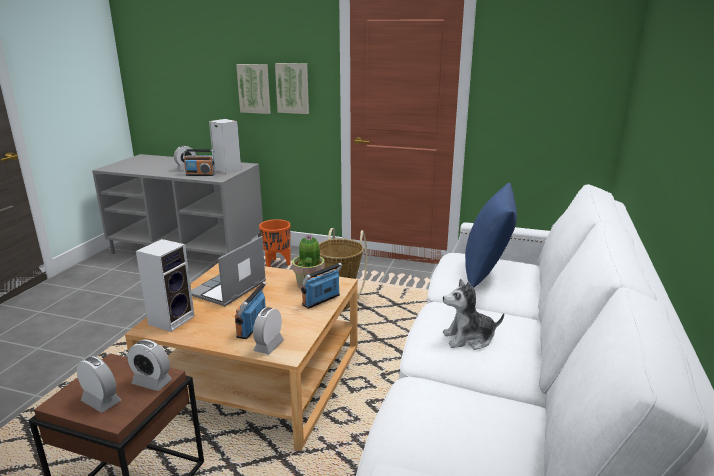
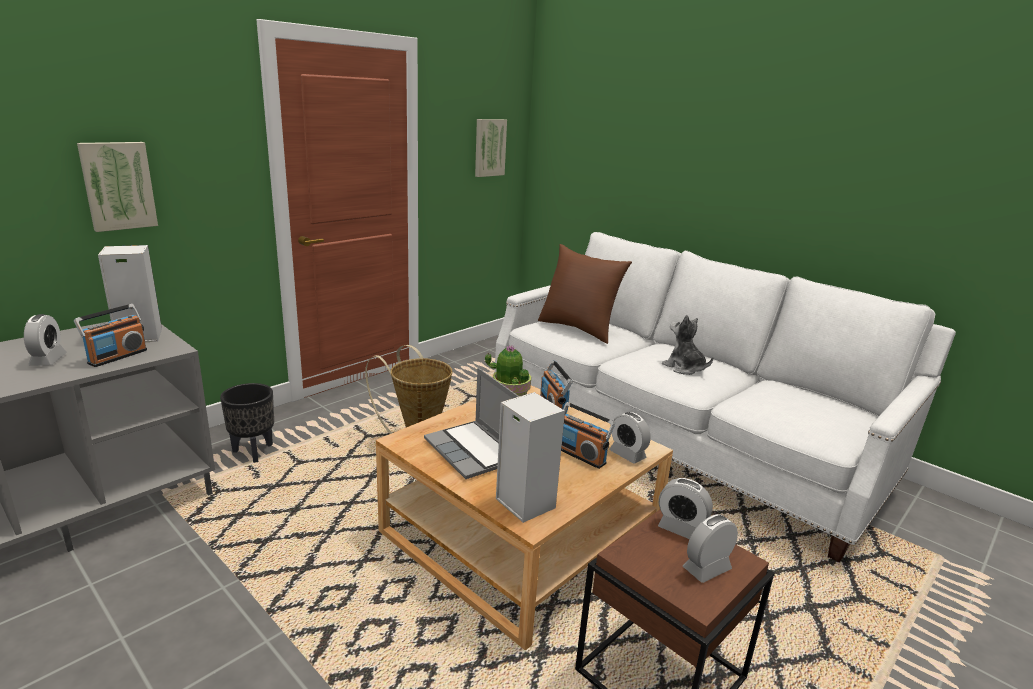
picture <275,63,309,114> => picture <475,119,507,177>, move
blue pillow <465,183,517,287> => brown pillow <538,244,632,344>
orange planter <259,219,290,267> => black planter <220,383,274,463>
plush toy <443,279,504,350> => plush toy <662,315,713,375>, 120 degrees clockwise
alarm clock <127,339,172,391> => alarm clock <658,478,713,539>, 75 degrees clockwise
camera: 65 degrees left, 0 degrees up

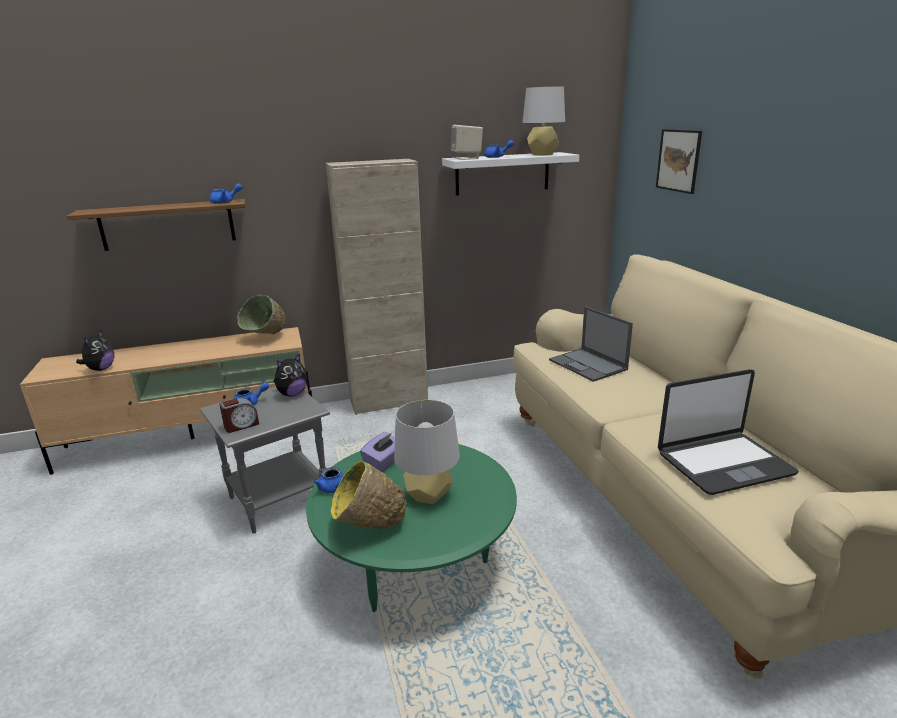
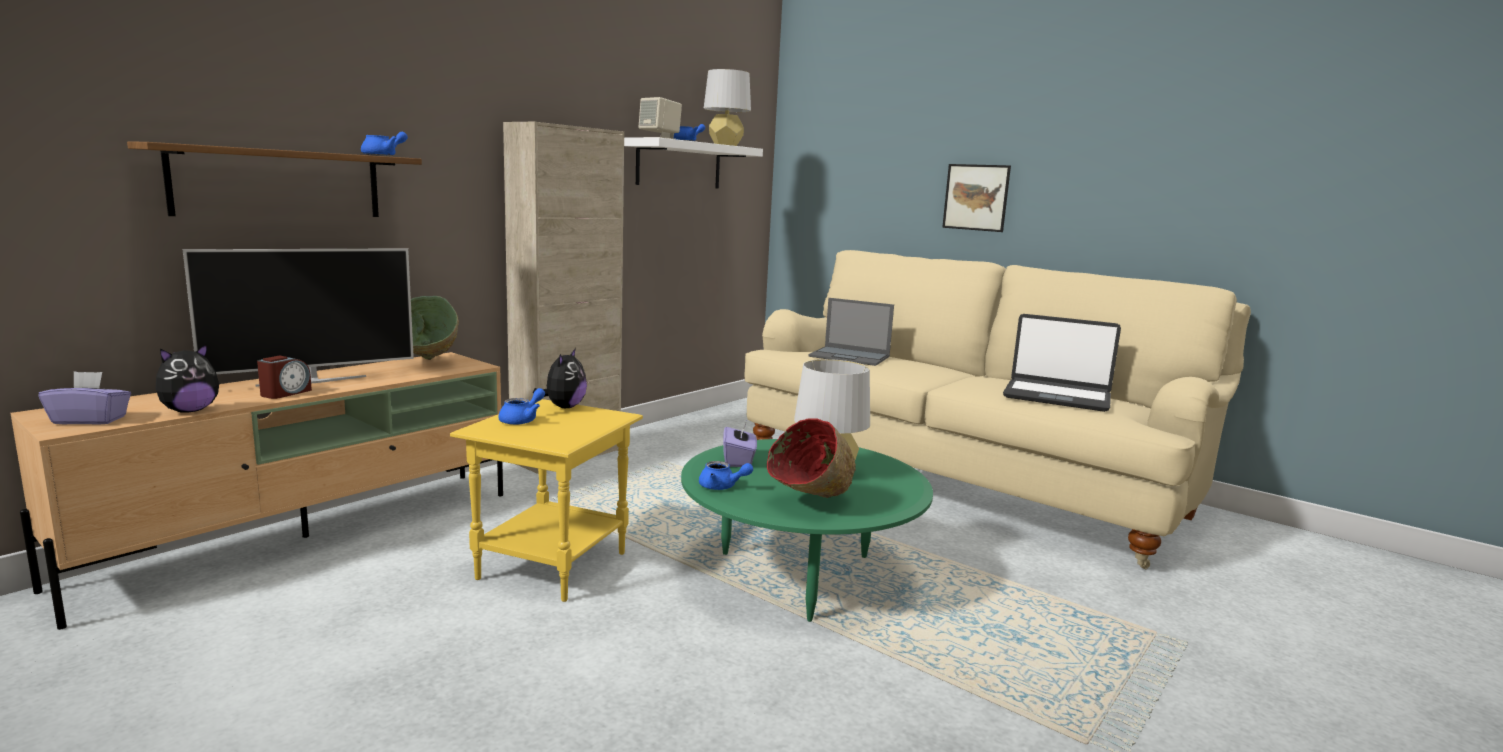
picture <656,129,702,194> => picture <942,164,1011,232>, move
plush toy <76,330,114,371> => plush toy <155,343,219,413>, 60 degrees clockwise
laptop <658,369,799,495> => laptop <1003,314,1121,412>, 75 degrees clockwise
grey side table <200,386,330,534> => yellow side table <450,399,643,602>
alarm clock <219,398,259,433> => alarm clock <257,355,312,399>, move
yellow bowl <331,461,407,529> => red bowl <767,418,856,498>
nothing => television <183,248,414,387>
nothing => purple tissue box <38,371,131,425>
camera: 35 degrees left, 10 degrees down

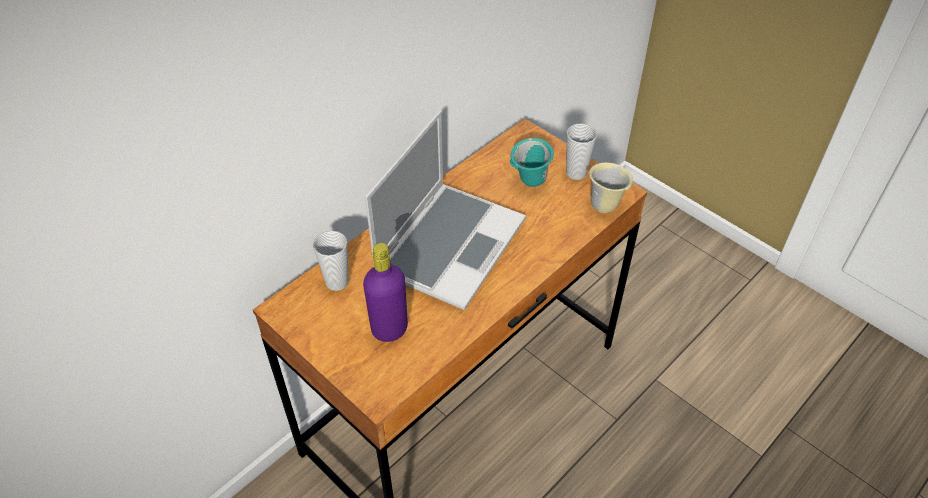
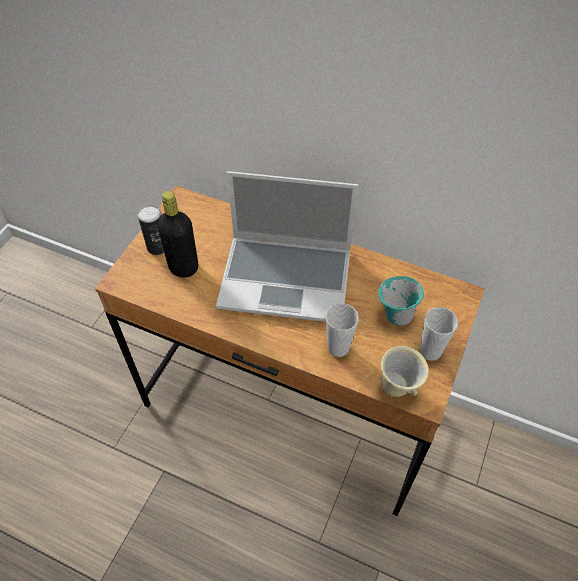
cup <313,231,349,291> => cup <326,303,359,357>, move
purple bottle <363,243,408,342> => black bottle <157,191,198,278>
nothing => can <138,205,164,255>
camera: 70 degrees right, 5 degrees up

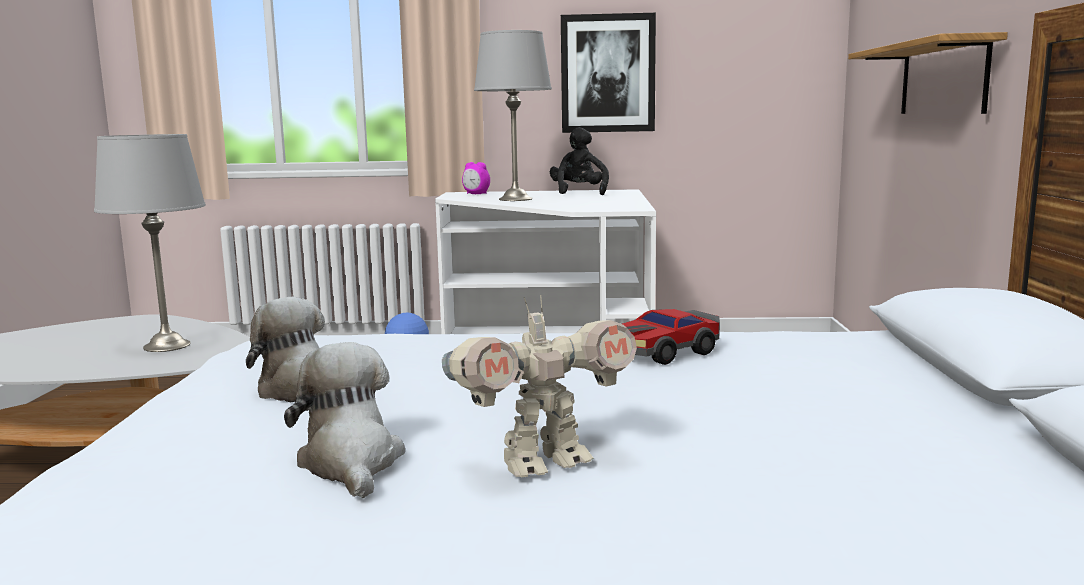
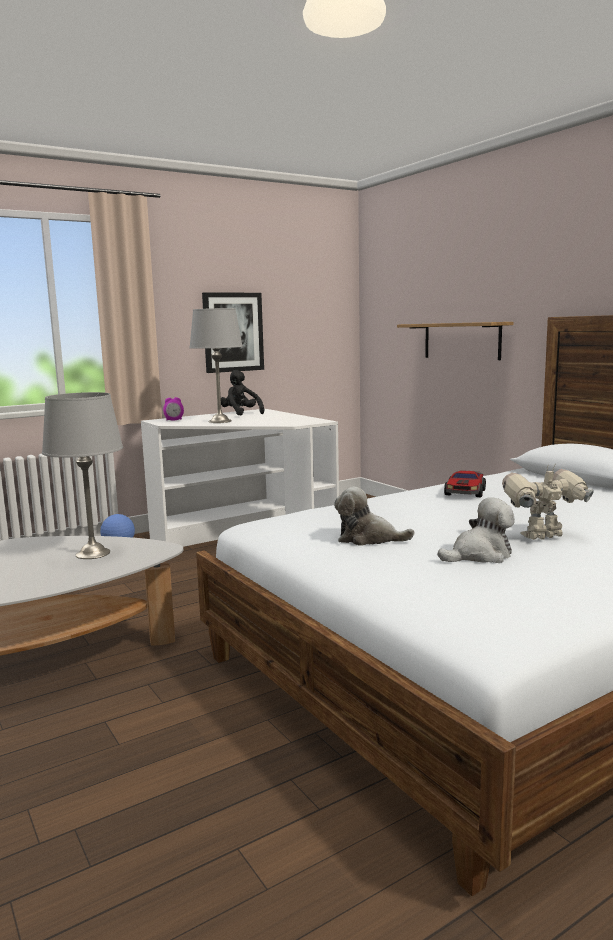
toy robot <442,295,637,478> => toy robot <502,464,594,540>, 135 degrees counterclockwise
plush toy <284,342,405,498> => plush toy <438,498,515,563>, 120 degrees clockwise
camera: 35 degrees left, 0 degrees up

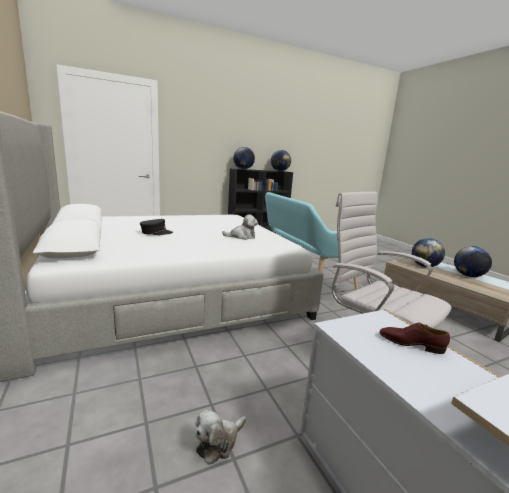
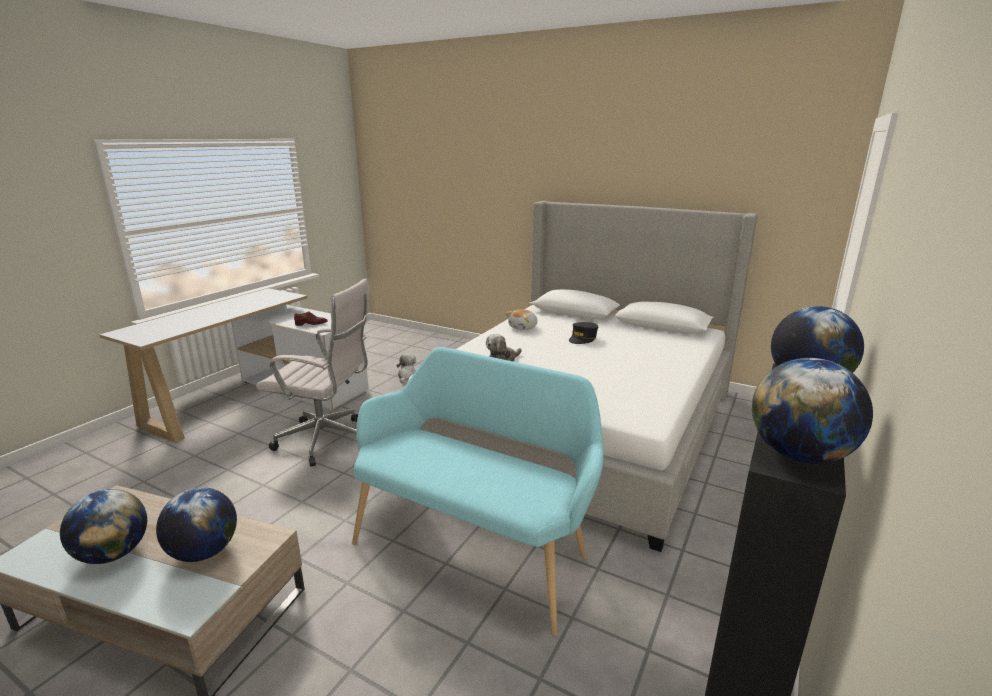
nothing => plush toy <505,309,538,330>
camera: 145 degrees right, 5 degrees up

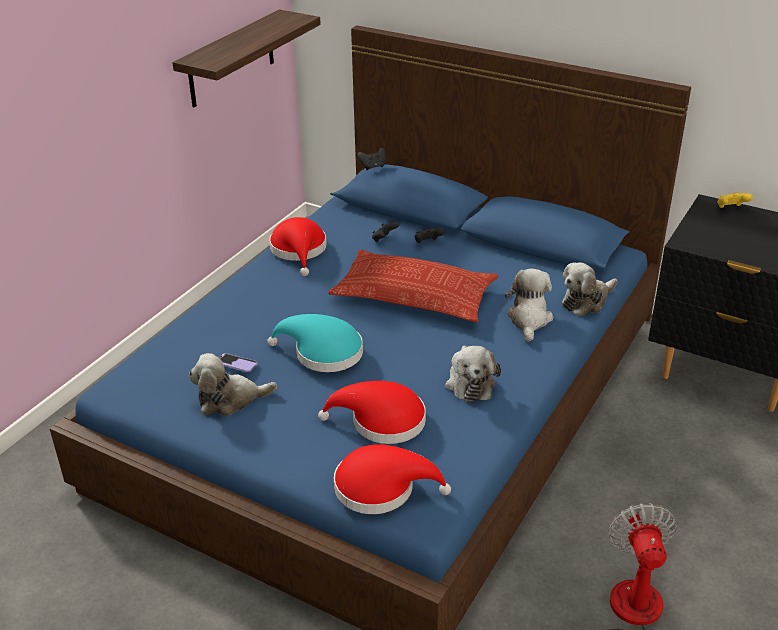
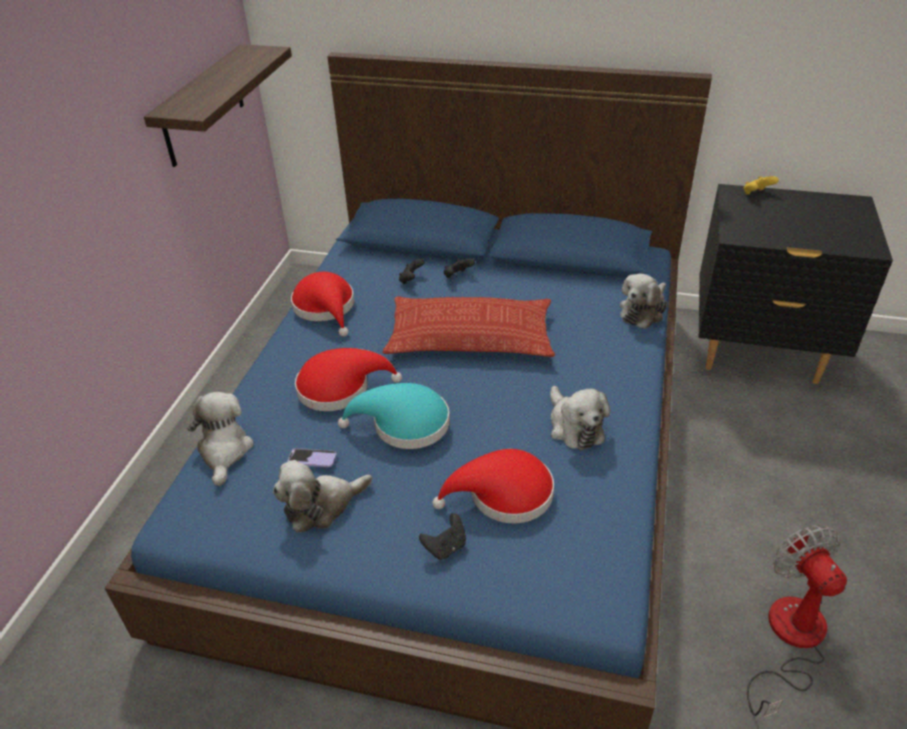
black game controller <357,148,386,170> => black game controller <419,513,466,560>, move
plush toy <505,268,553,342> => plush toy <188,392,254,486>, move
red hat <334,444,451,514> => red hat <295,348,402,411>, move
camera: 15 degrees left, 5 degrees up

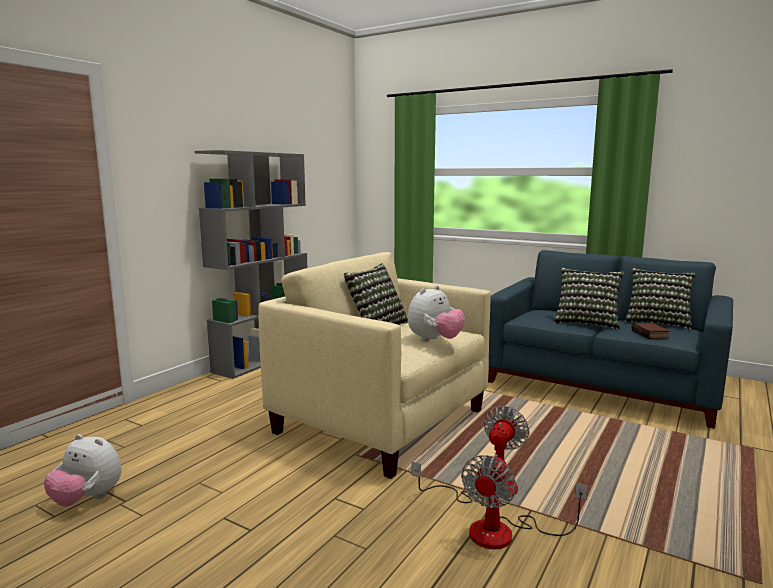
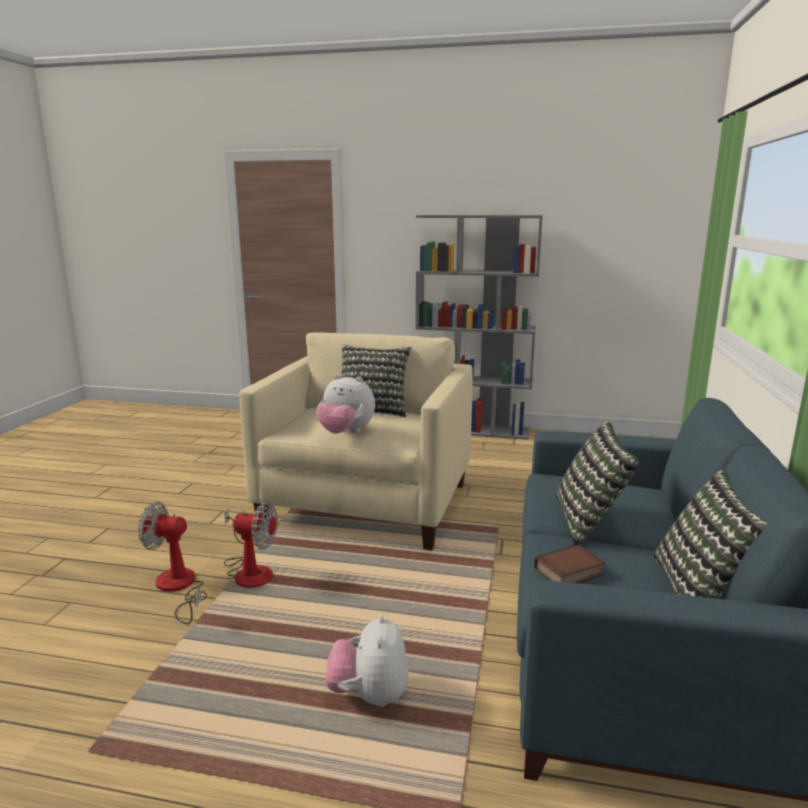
plush toy <44,434,122,507> => plush toy <325,614,409,707>, move
camera: 70 degrees right, 5 degrees up

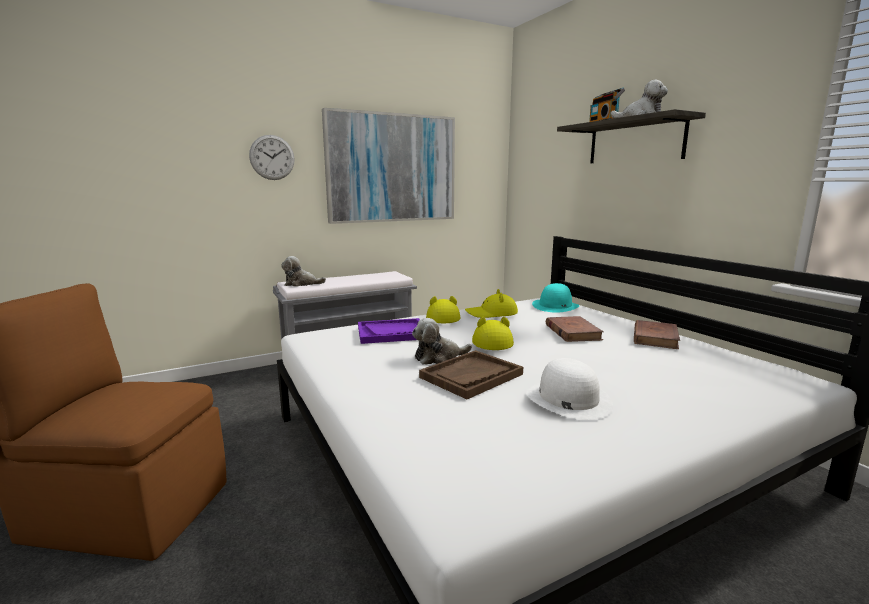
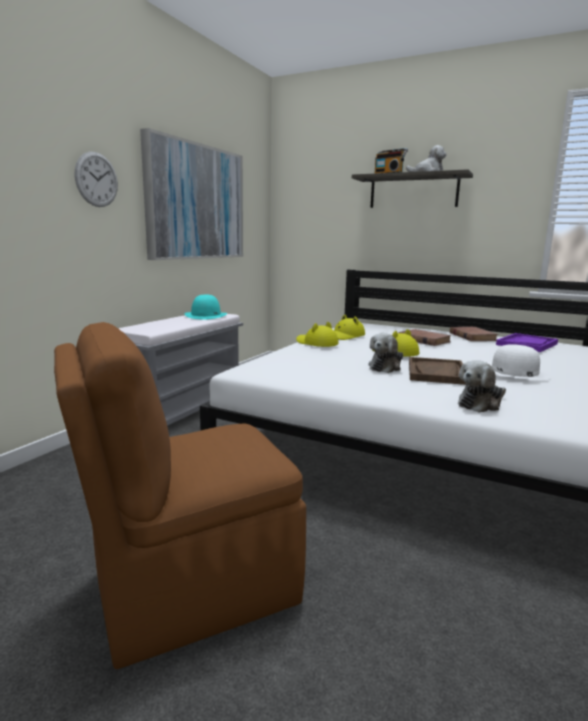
plush toy <281,256,326,287> => plush toy <458,360,506,413>, move
turquoise hat <532,283,580,313> => turquoise hat <185,295,227,319>, move
purple tray <358,318,420,344> => purple tray <496,333,558,352>, move
camera: 35 degrees left, 0 degrees up

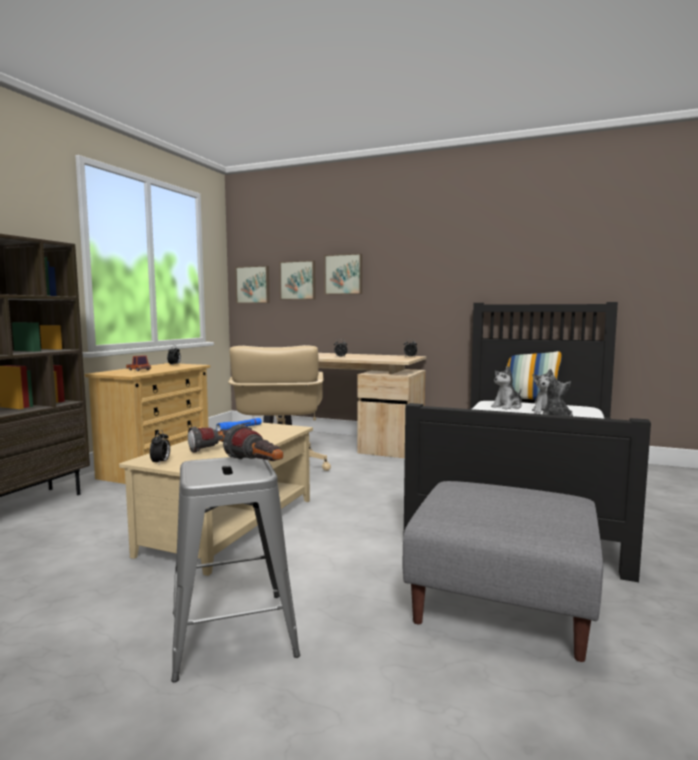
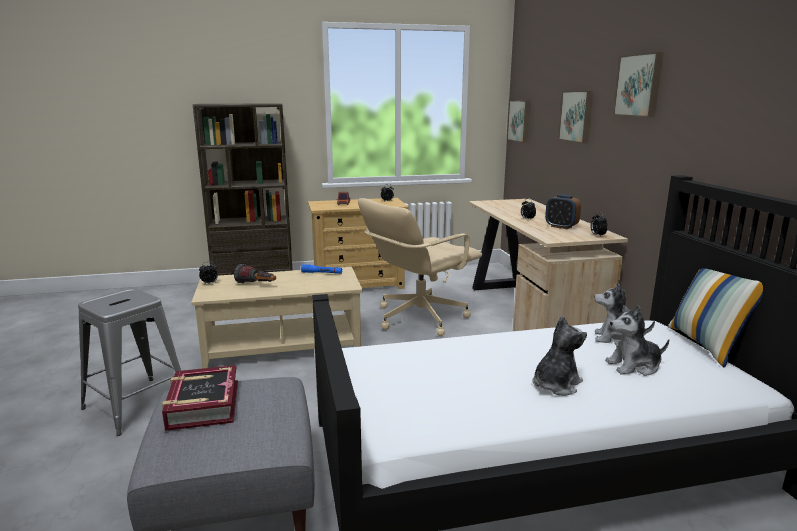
picture <279,260,316,300> => picture <612,52,664,117>, move
flashlight <223,424,283,461> => nothing
nothing => alarm clock <545,194,581,229>
nothing => book <162,365,238,431>
camera: 55 degrees right, 10 degrees up

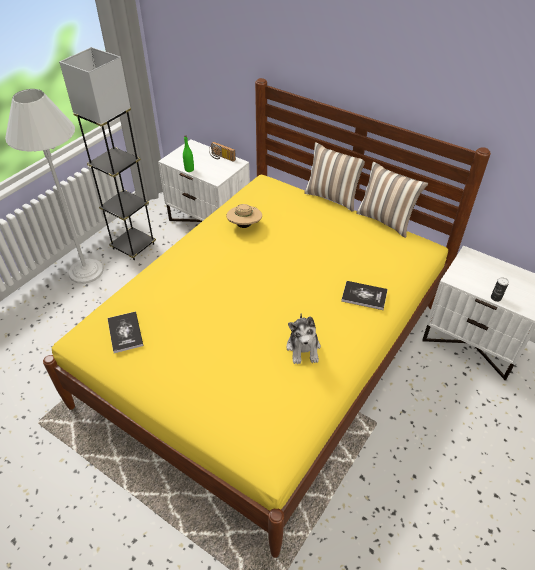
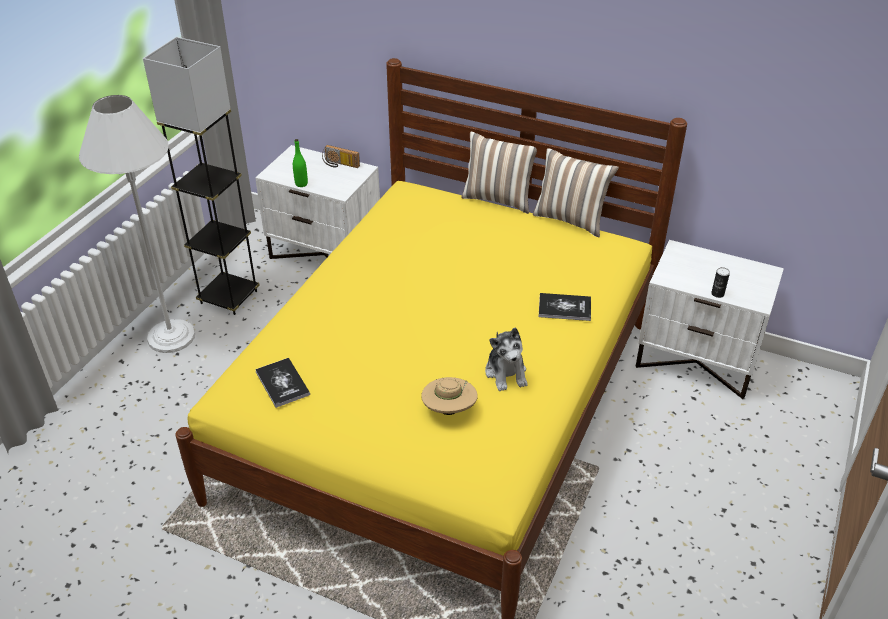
beige hat <226,204,262,228> => beige hat <421,377,478,415>, move
camera: 10 degrees left, 5 degrees down

